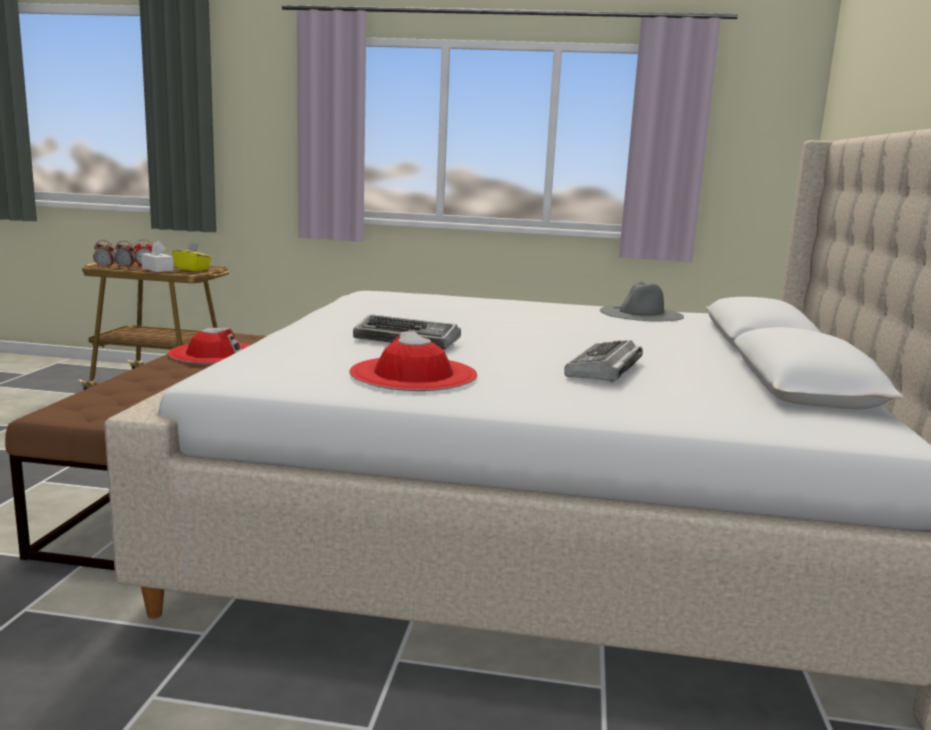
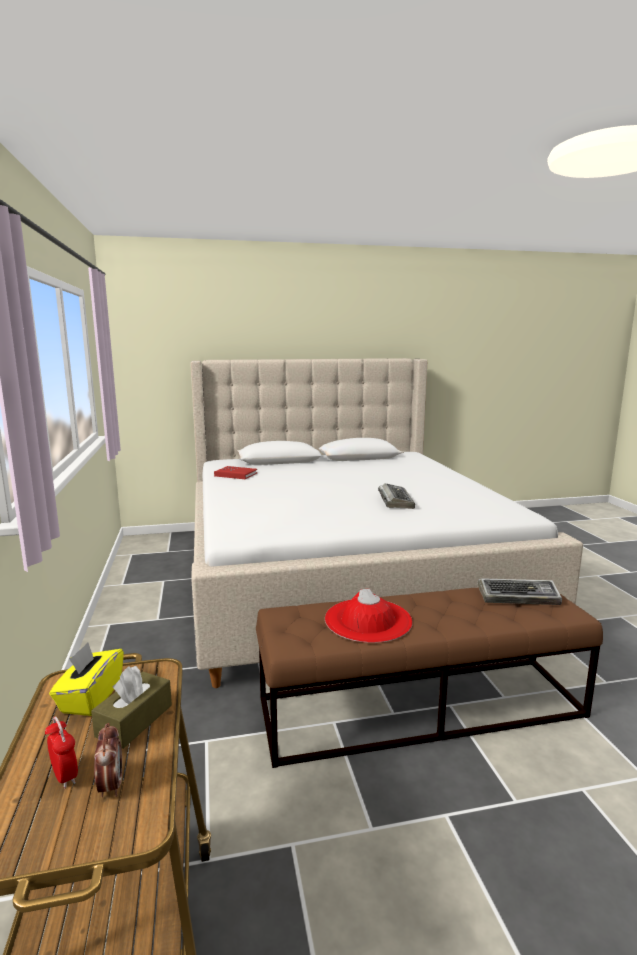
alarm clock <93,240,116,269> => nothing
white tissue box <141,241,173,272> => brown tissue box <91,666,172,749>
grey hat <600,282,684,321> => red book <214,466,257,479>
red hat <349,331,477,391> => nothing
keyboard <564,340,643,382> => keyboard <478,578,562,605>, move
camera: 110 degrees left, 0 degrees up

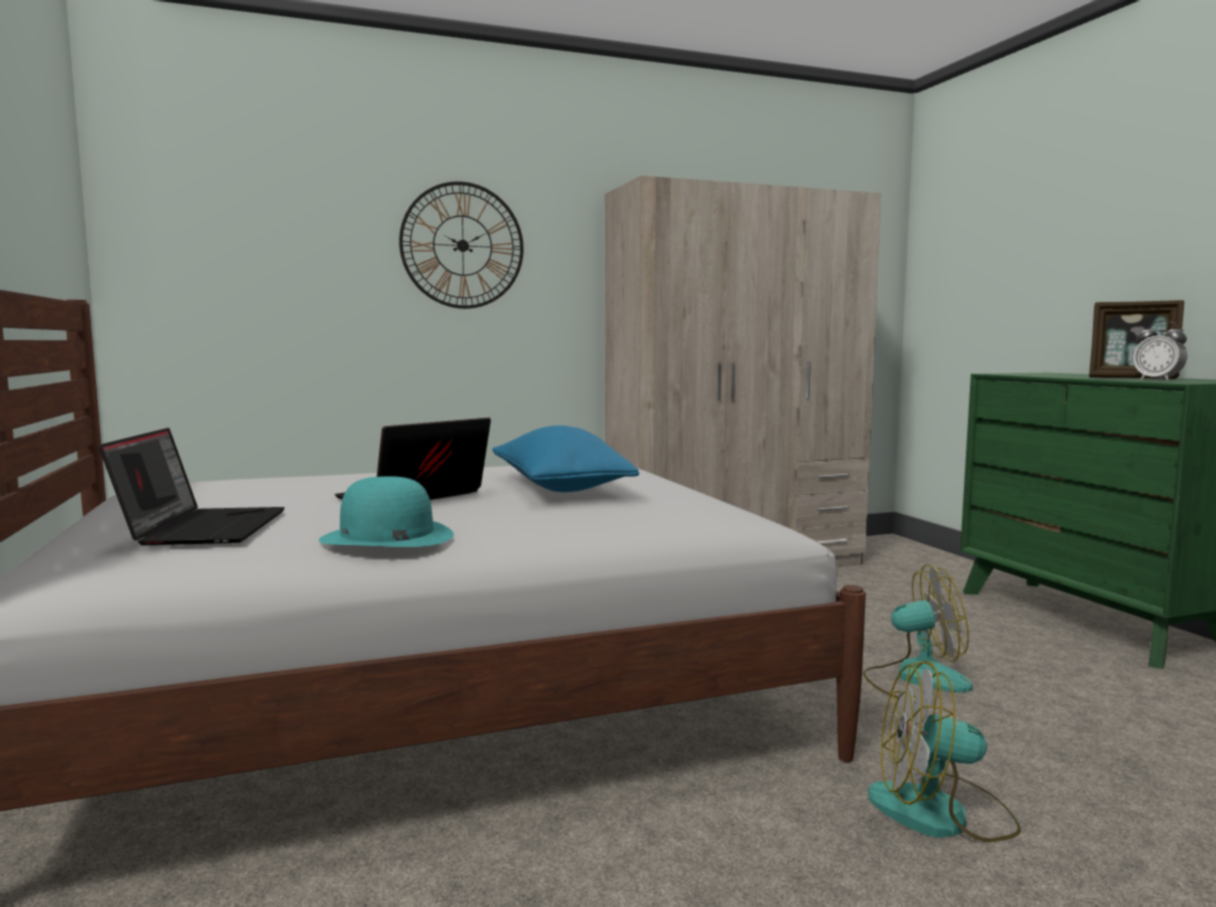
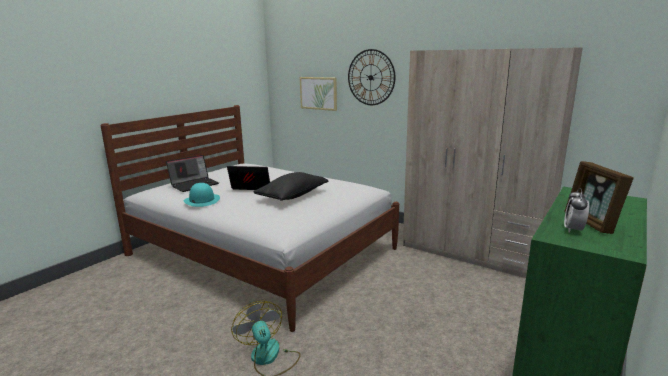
blue pillow <492,425,639,492> => black pillow <253,172,328,201>
fan <863,564,973,703> => nothing
nothing => picture <300,77,337,111>
camera: 55 degrees right, 10 degrees up

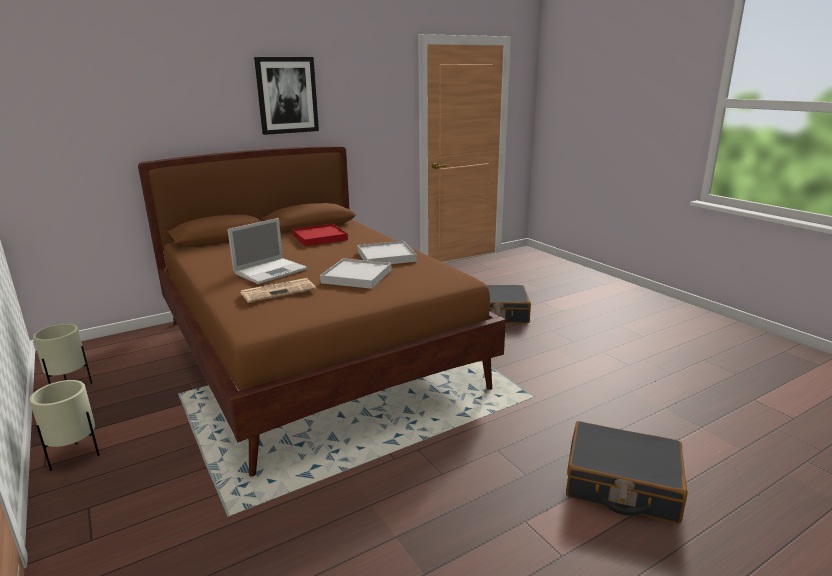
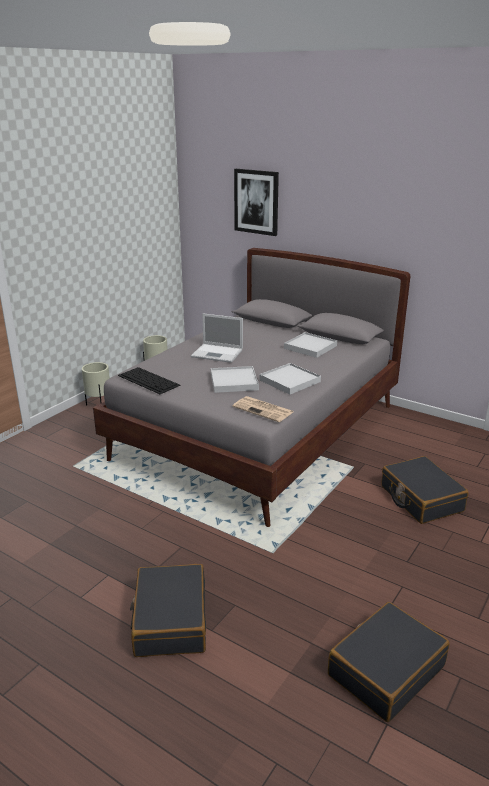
picture <254,57,319,135> => picture <234,169,279,236>, move
brown bed <138,146,506,477> => grey bed <93,248,410,527>
red tray <292,224,348,246> => white tray <284,332,337,358>
newspaper <240,278,316,303> => newspaper <232,396,293,422>, move
nothing => keyboard <118,367,181,394>
nothing => black suitcase <328,602,450,722>
camera: 65 degrees right, 5 degrees up

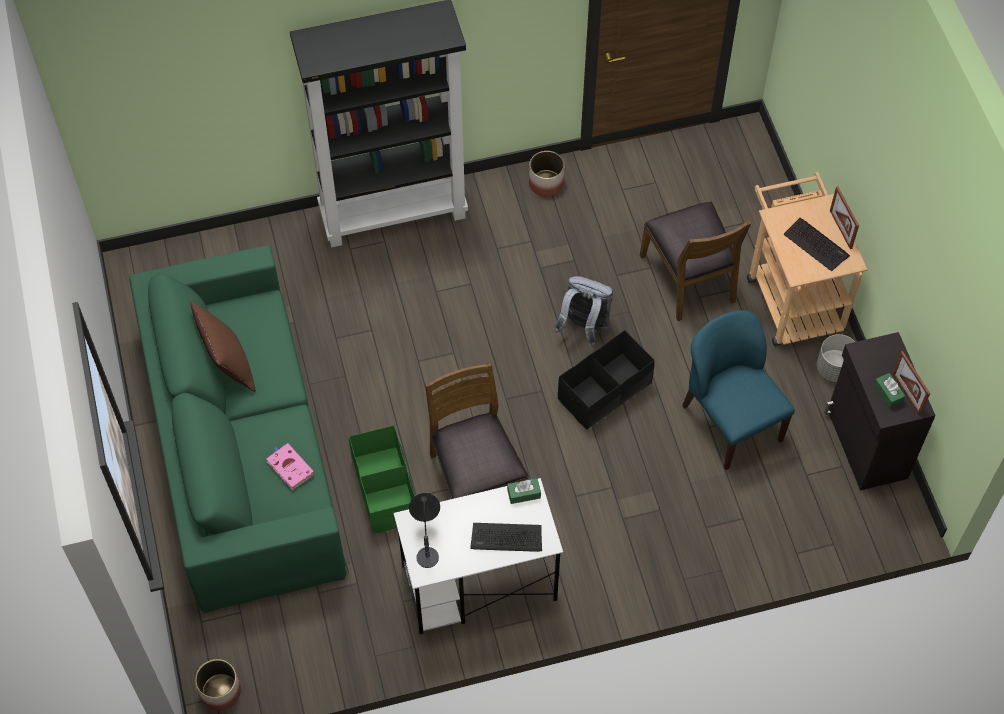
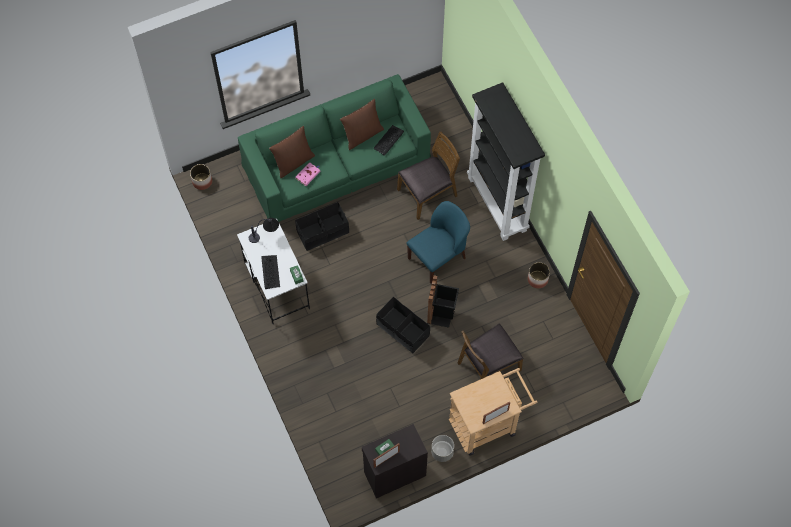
keyboard <783,218,850,271> => keyboard <373,125,404,156>, move
grey backpack <554,276,613,347> => black trash can <427,275,459,328>
blue chair <682,310,795,470> => blue chair <407,201,470,284>, move
brown chair <425,363,529,499> => brown chair <397,132,460,220>, move
green storage box <349,425,415,534> => black storage box <295,202,349,251>
nothing => brown pillow <269,126,315,178>
camera: 80 degrees right, 5 degrees up

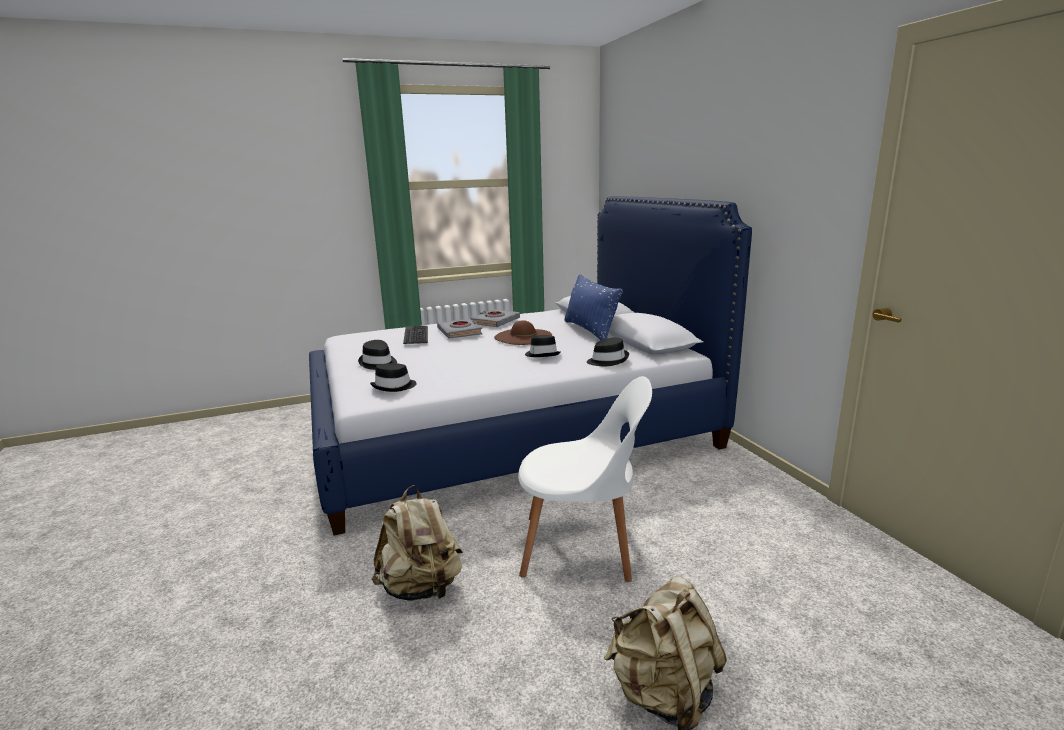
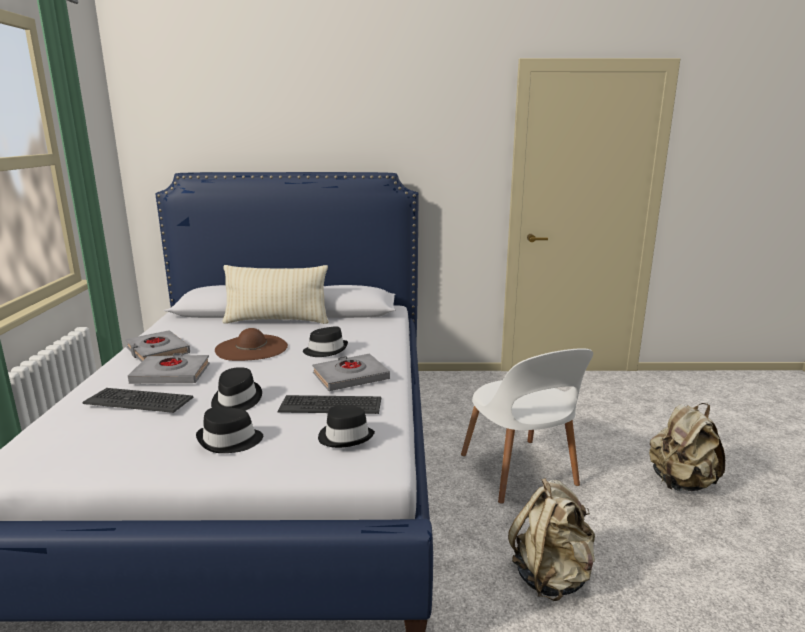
blue pillow <564,274,623,341> => beige pillow <223,265,329,324>
black hat <587,337,629,366> => black hat <211,367,262,411>, move
white chair <518,376,652,582> => white chair <461,348,593,504>, 135 degrees clockwise
nothing => grey book <312,353,390,391>
nothing => keyboard <278,395,381,414>
camera: 70 degrees left, 0 degrees up

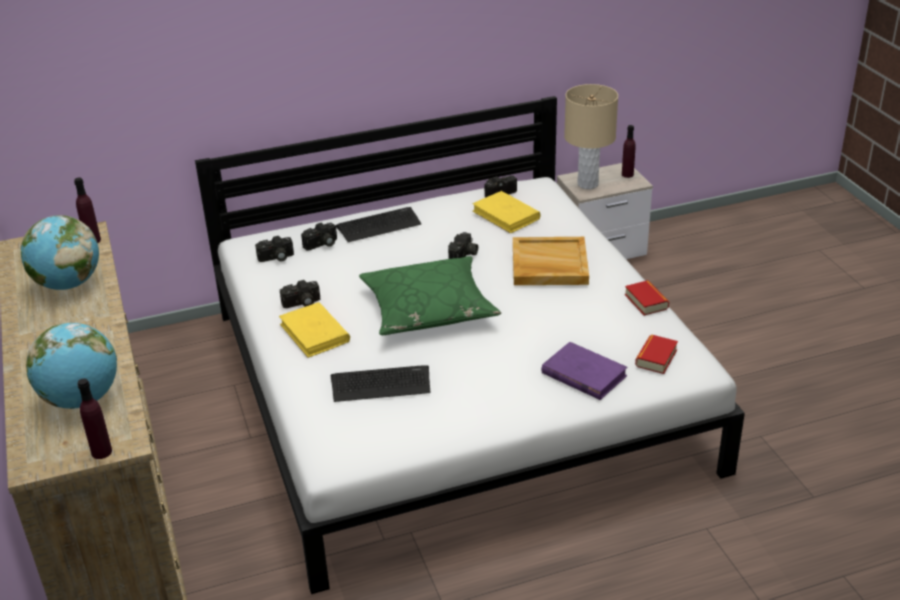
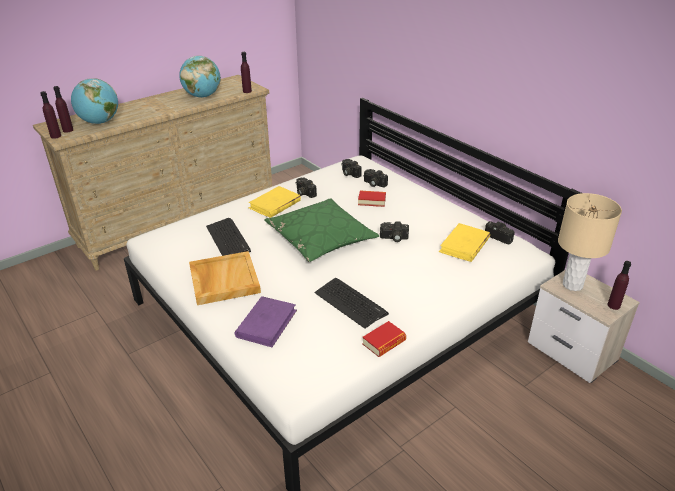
keyboard <335,207,421,242> => keyboard <314,278,389,329>, move
beige tray <513,237,589,285> => beige tray <189,251,261,305>, move
book <635,335,678,374> => book <358,191,386,207>, move
nothing => purple bottle <53,86,73,133>
camera: 70 degrees right, 0 degrees up

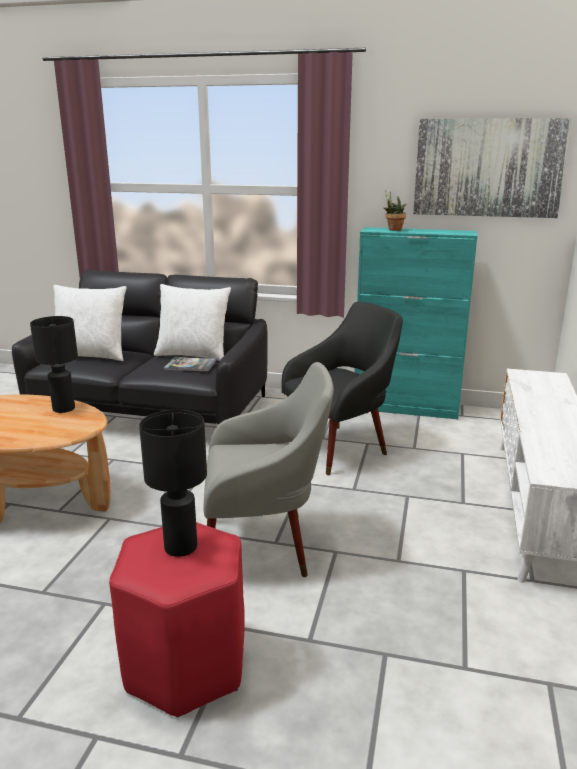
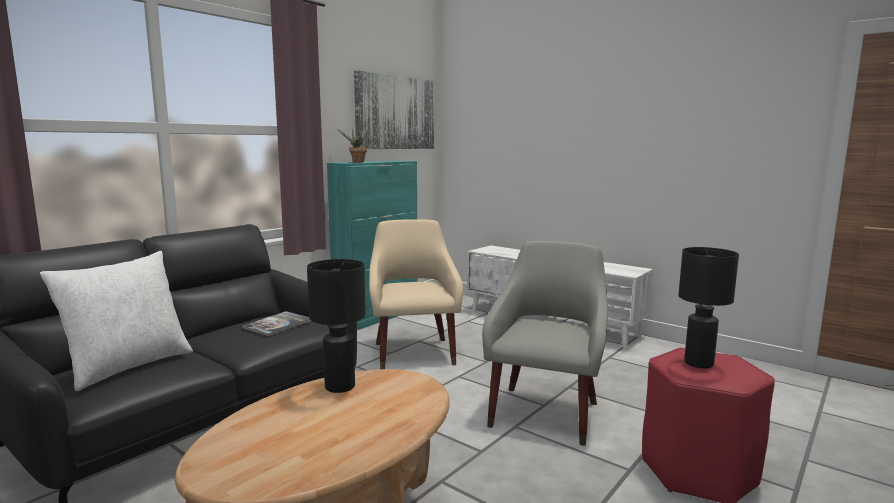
white pillow <154,284,231,361> => nothing
black armchair <281,302,403,475> => beige armchair <369,219,463,369>
camera: 65 degrees left, 10 degrees down

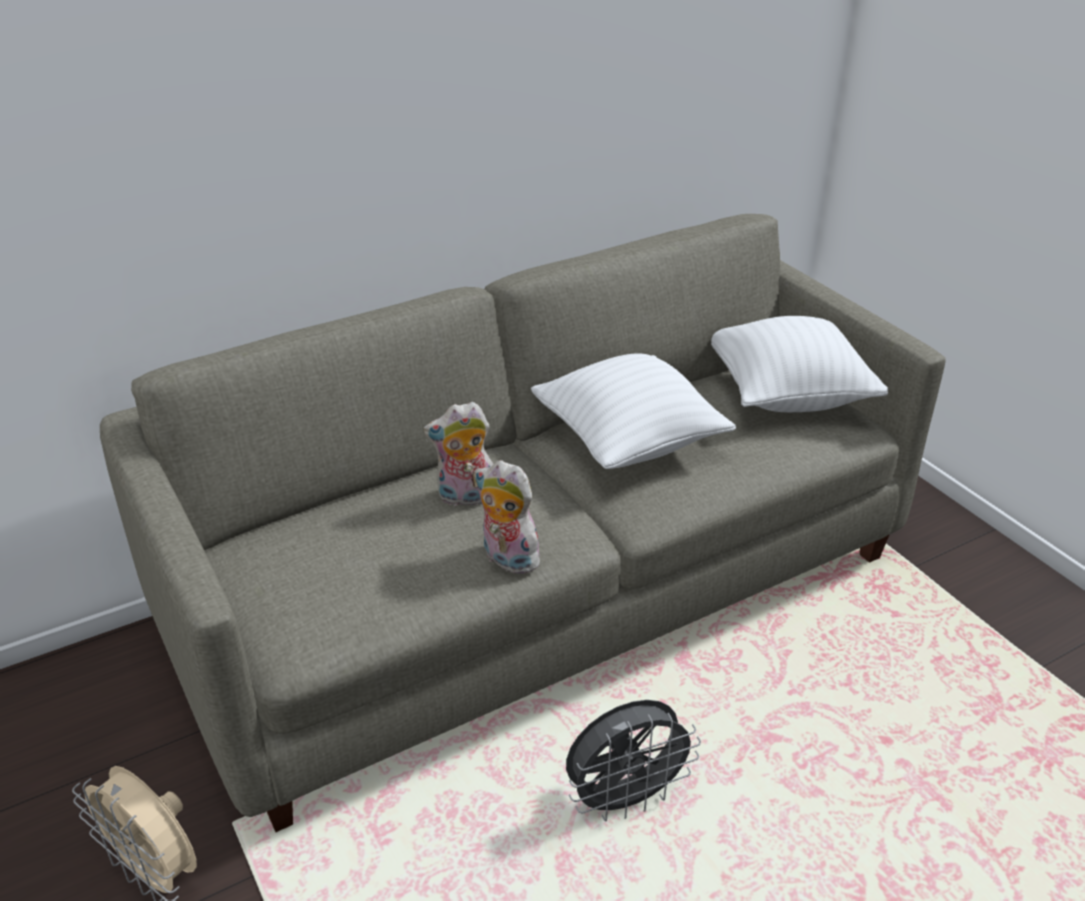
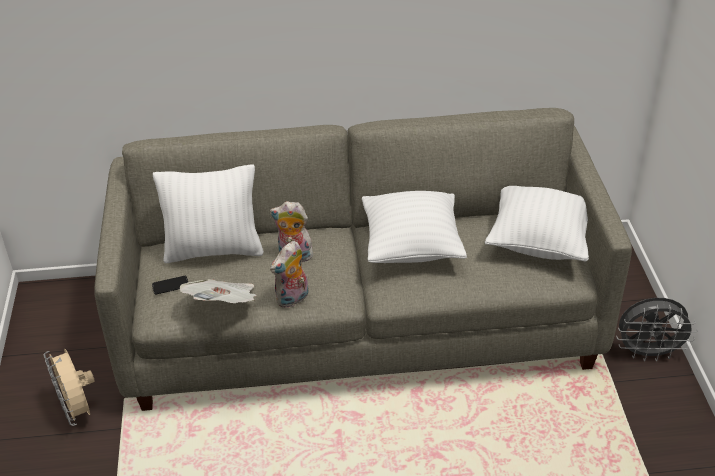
plush toy <475,460,540,574> => plush toy <270,241,309,308>, 105 degrees counterclockwise
grey fan <566,700,701,821> => grey fan <616,298,697,362>, move
nothing => white pillow <153,164,264,263>
nothing => phone <152,276,188,295>
nothing => newspaper <180,279,256,303>
camera: 25 degrees right, 5 degrees up

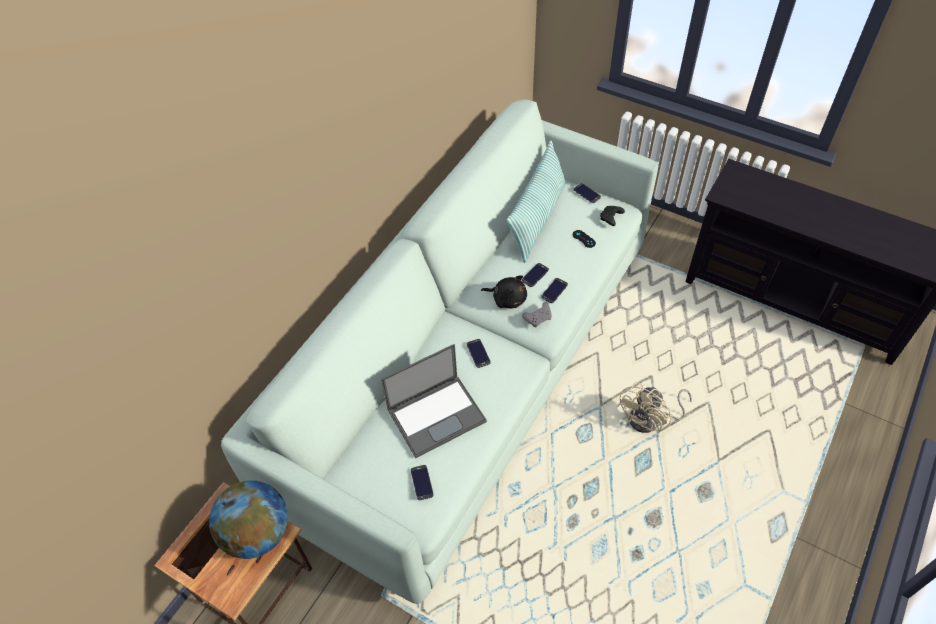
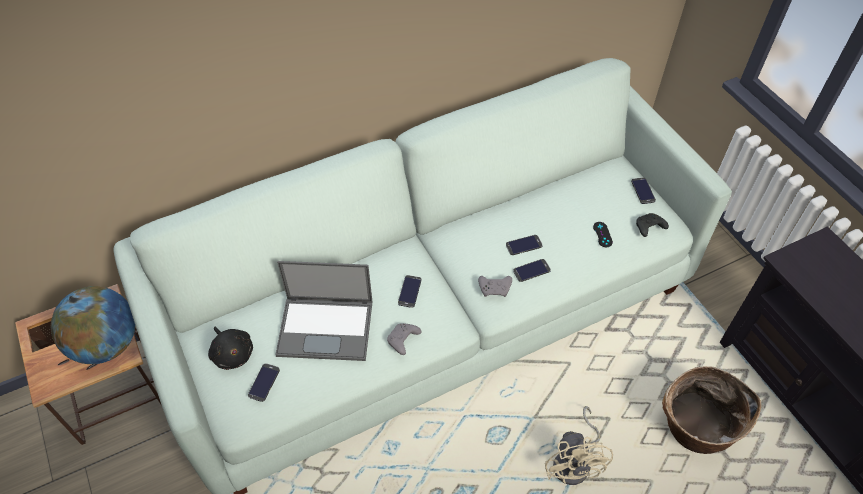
pillow <506,141,565,263> => nothing
black plush toy <481,275,527,308> => black plush toy <208,326,253,370>, move
beige fan <617,382,692,433> => beige fan <545,406,613,485>, 75 degrees counterclockwise
nothing => grey game controller <387,323,421,355>
nothing => basket <662,366,761,454>
camera: 30 degrees right, 0 degrees up

